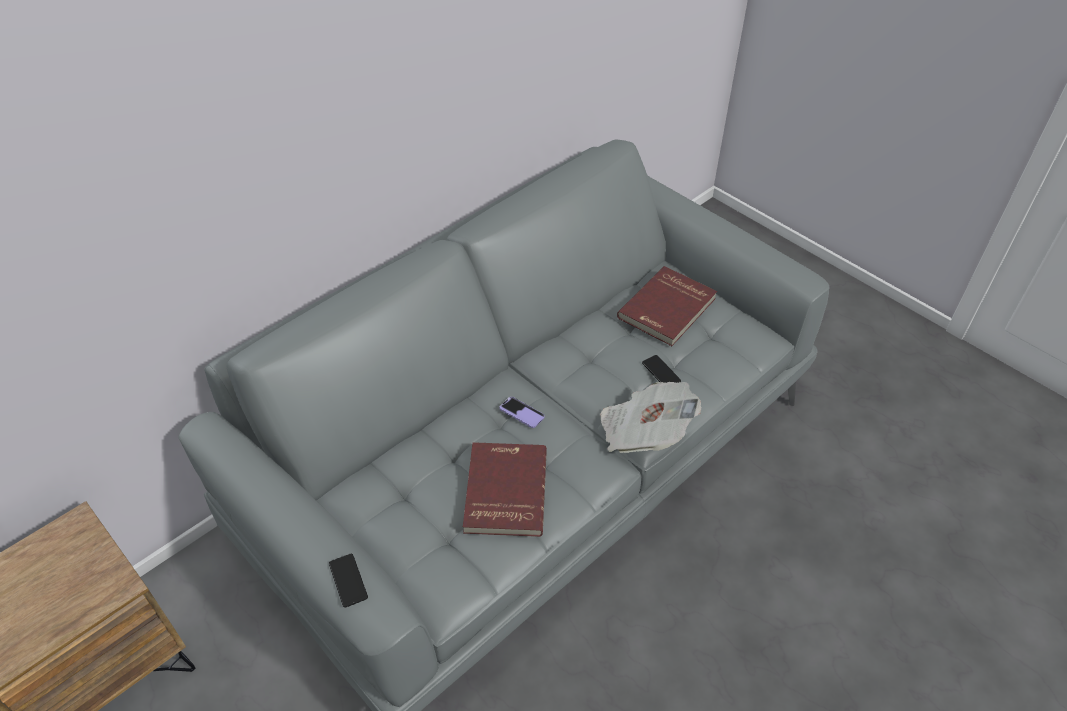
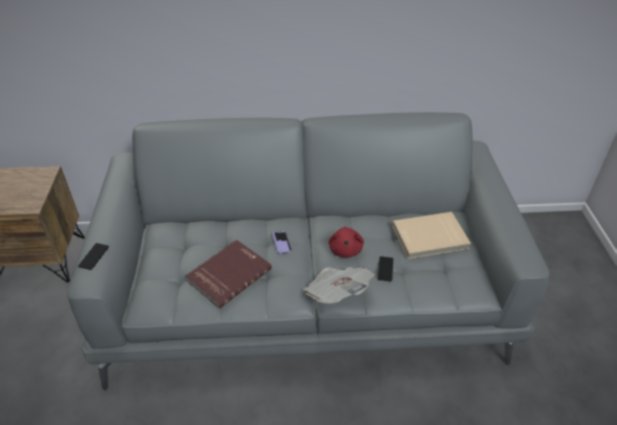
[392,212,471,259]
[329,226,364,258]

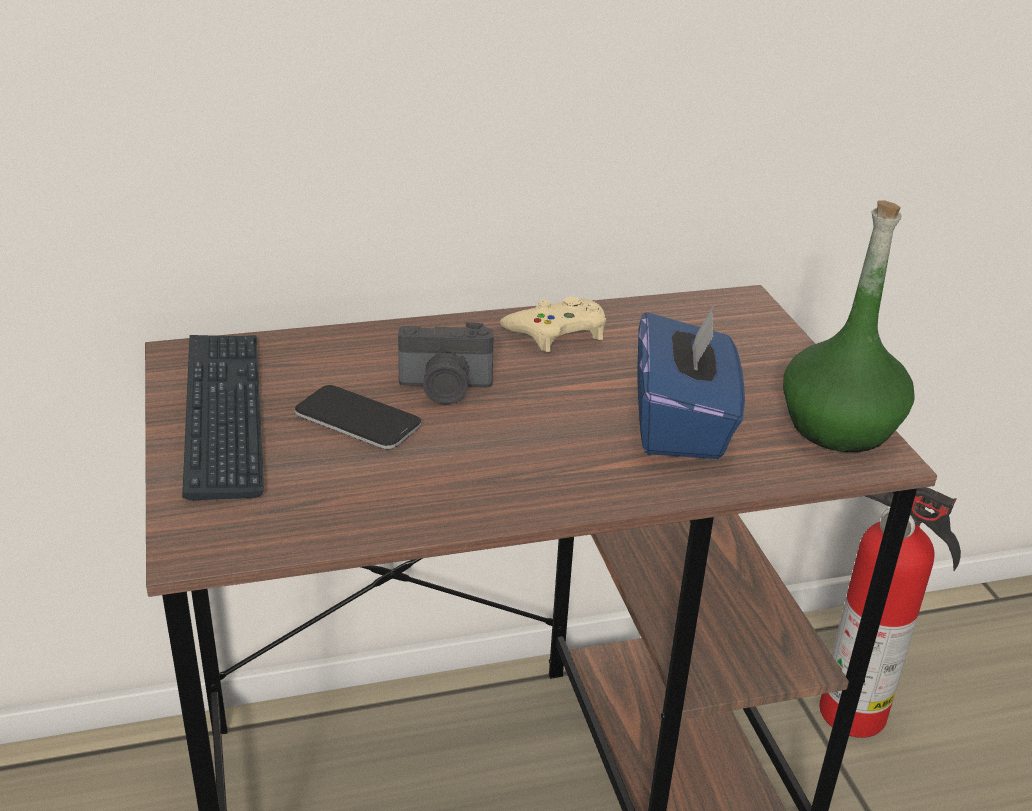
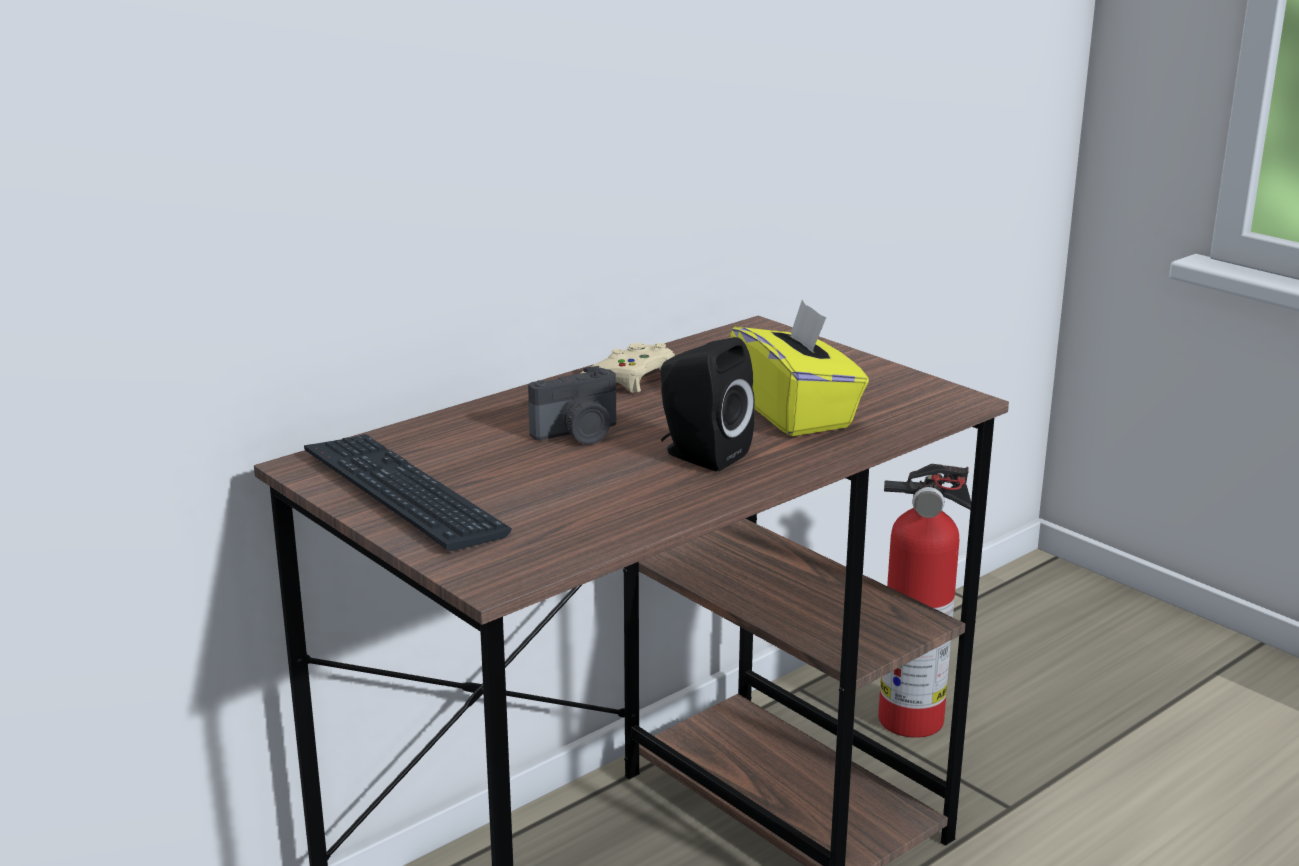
[295,385,422,449] (first image)
[730,300,869,436]
[783,200,915,452] (first image)
[661,337,755,472]

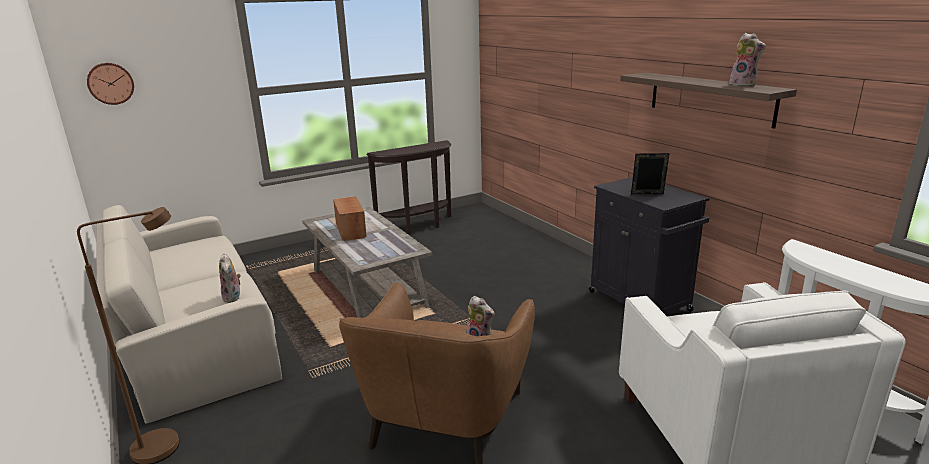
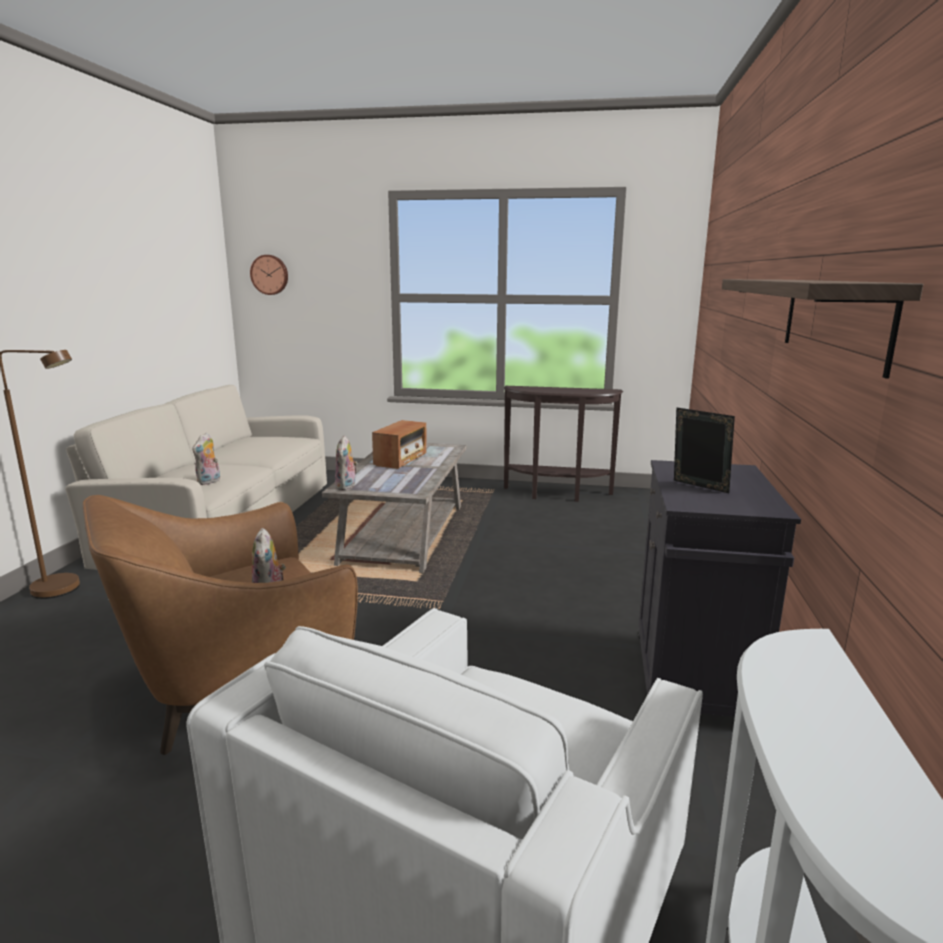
[335,436,358,490]

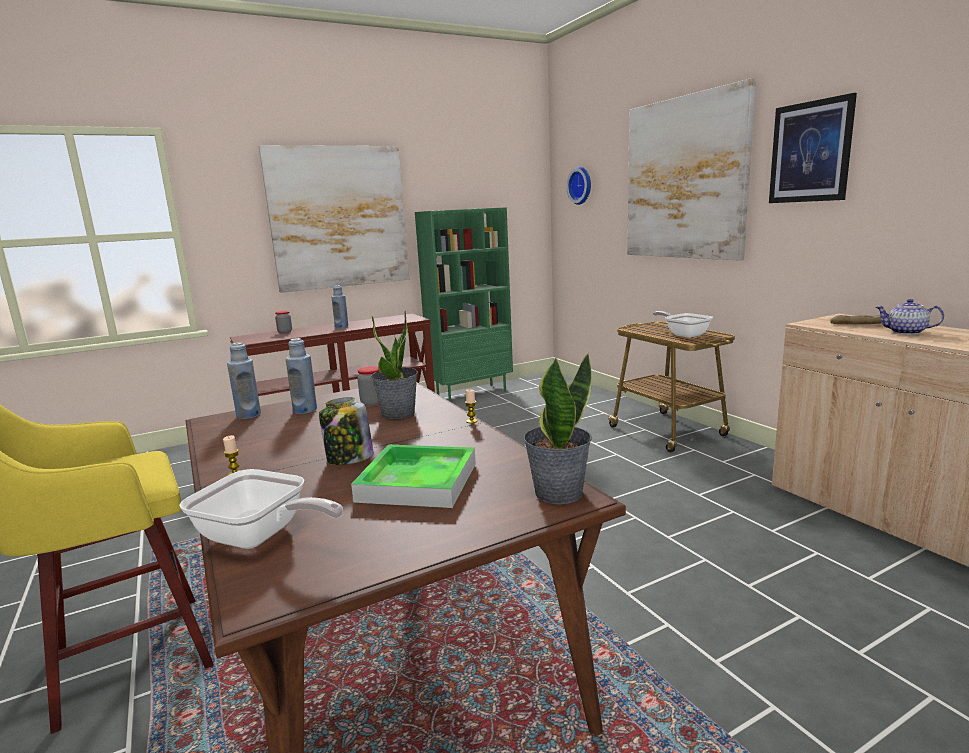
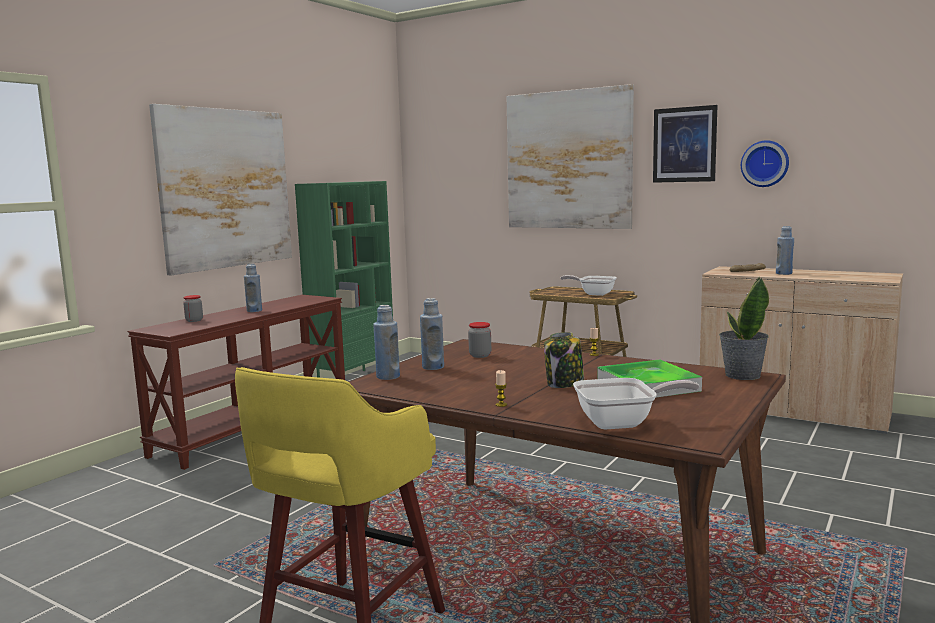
[371,311,418,419] (first image)
[741,140,789,187]
[776,226,794,275]

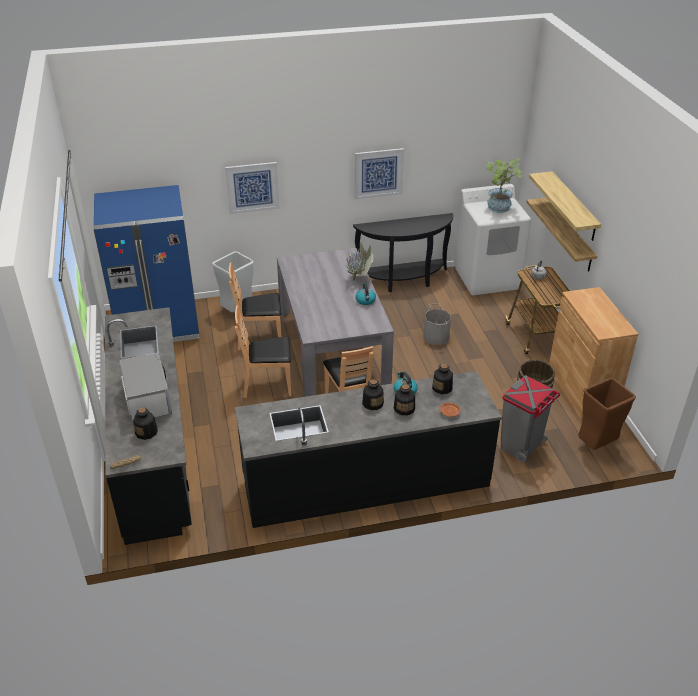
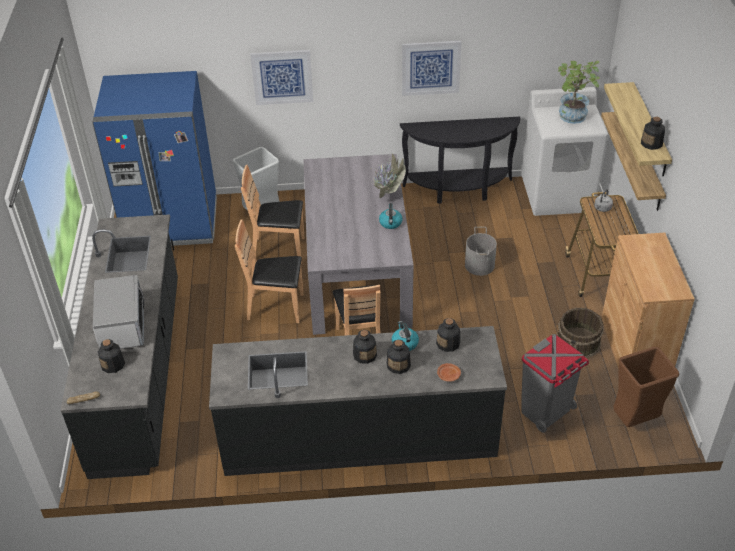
[641,117,665,150]

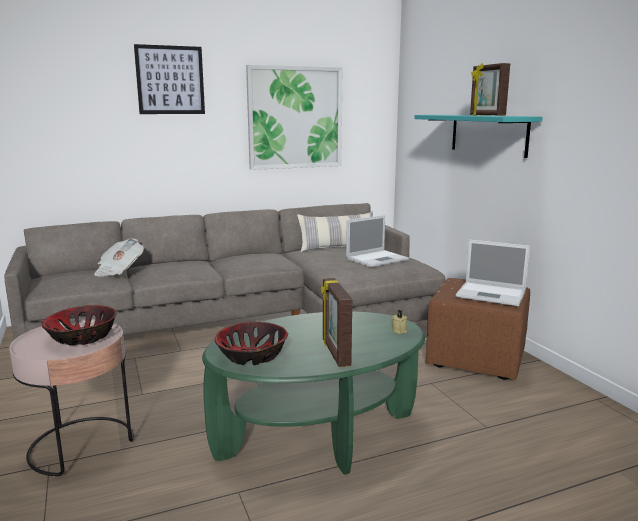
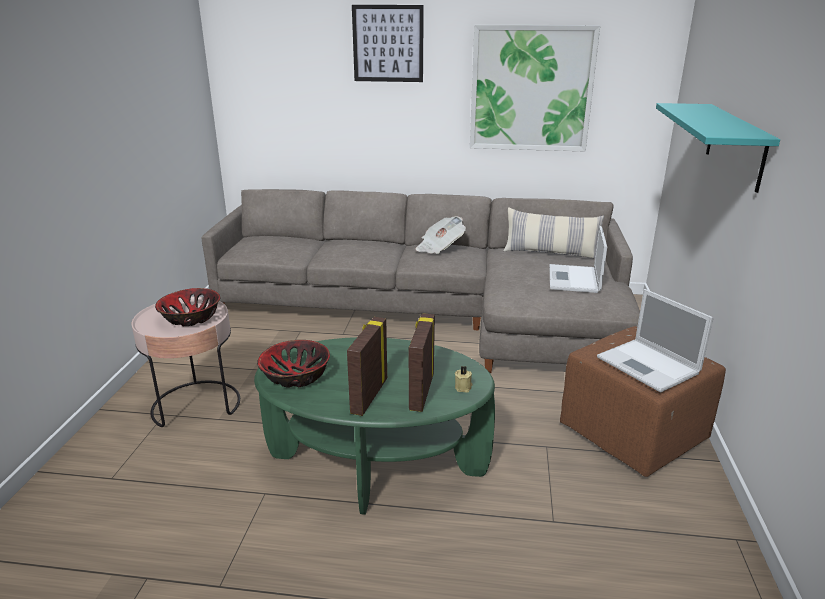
[416,216,466,254]
[549,226,607,293]
[409,313,435,412]

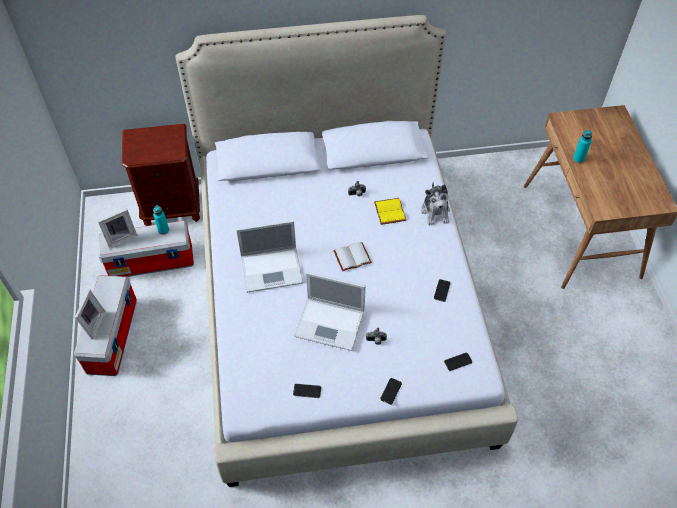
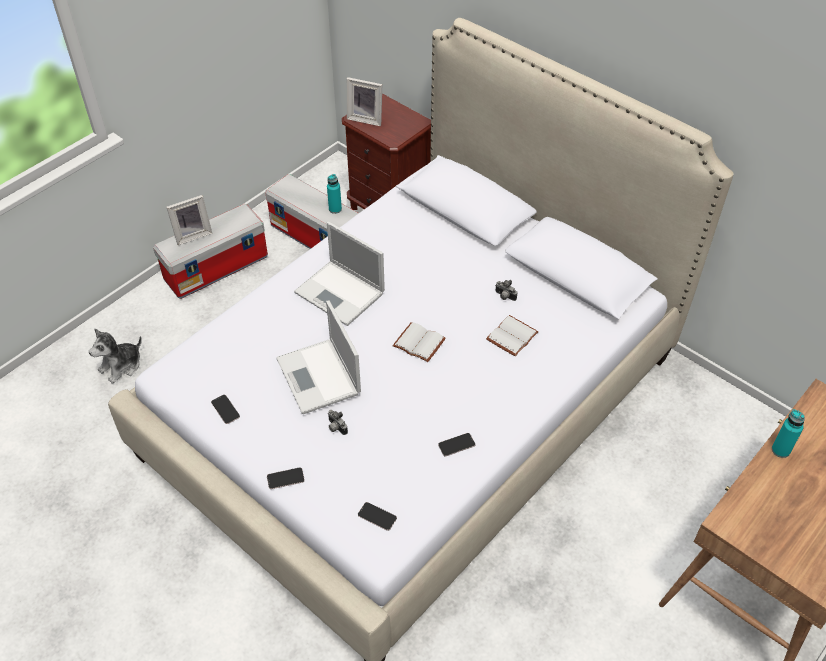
[347,77,382,126]
[486,315,538,356]
[88,329,142,384]

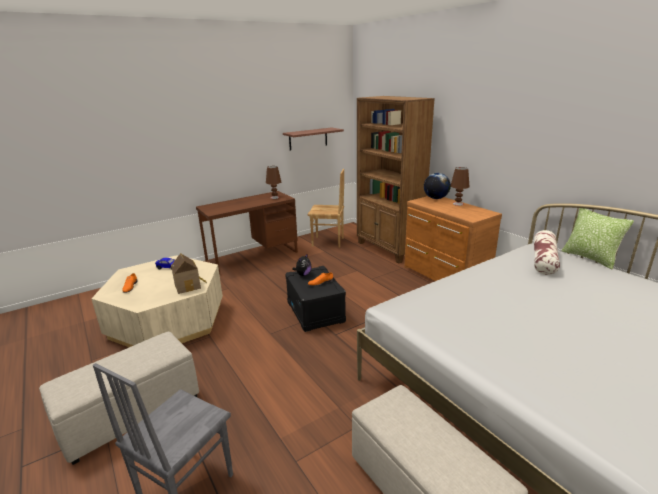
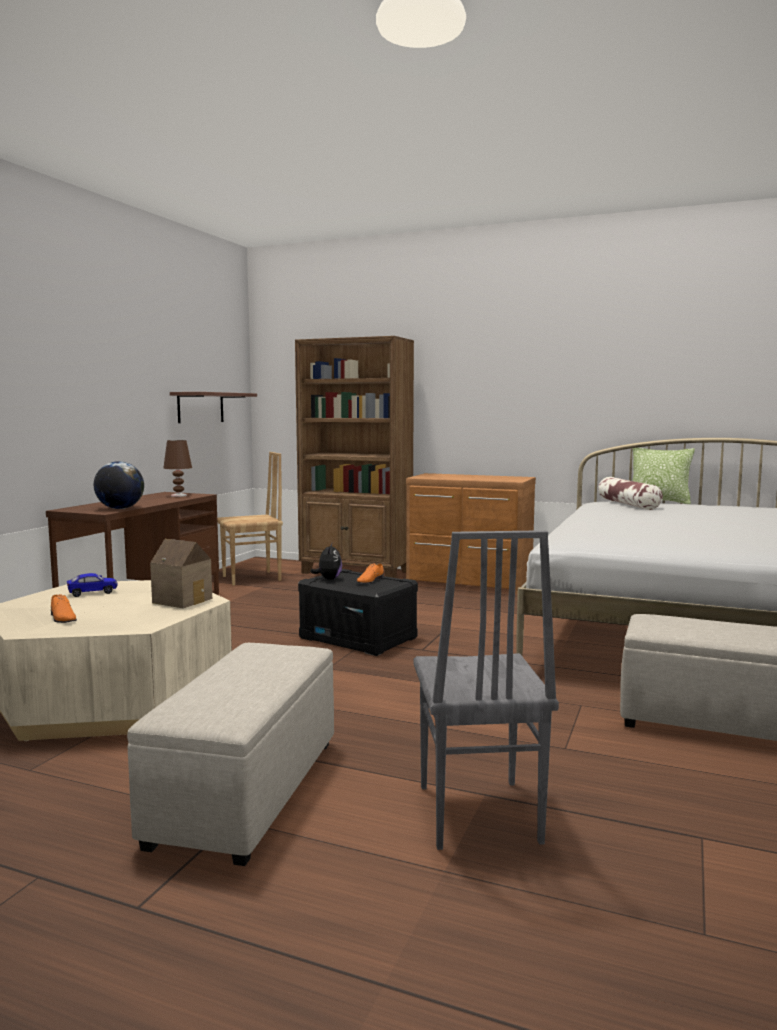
[94,461,144,509]
[451,167,470,206] (first image)

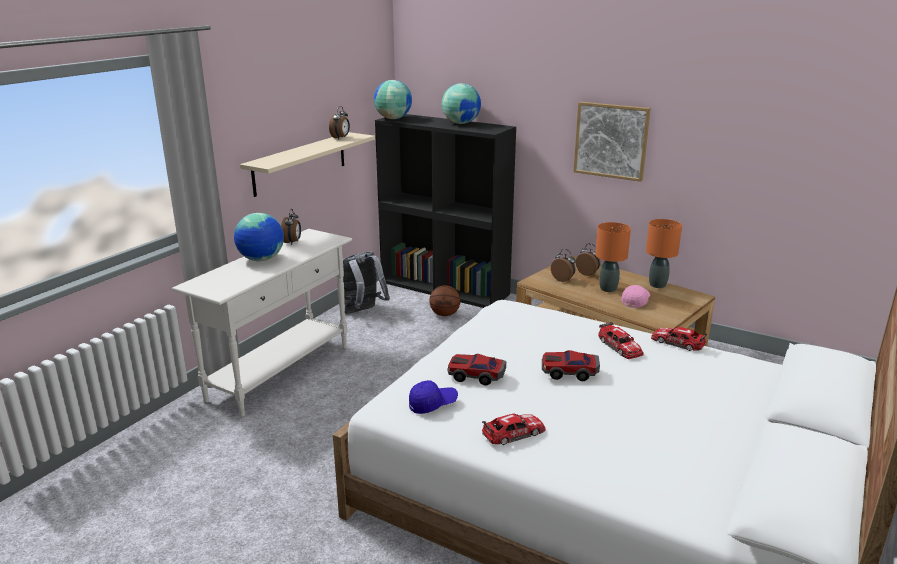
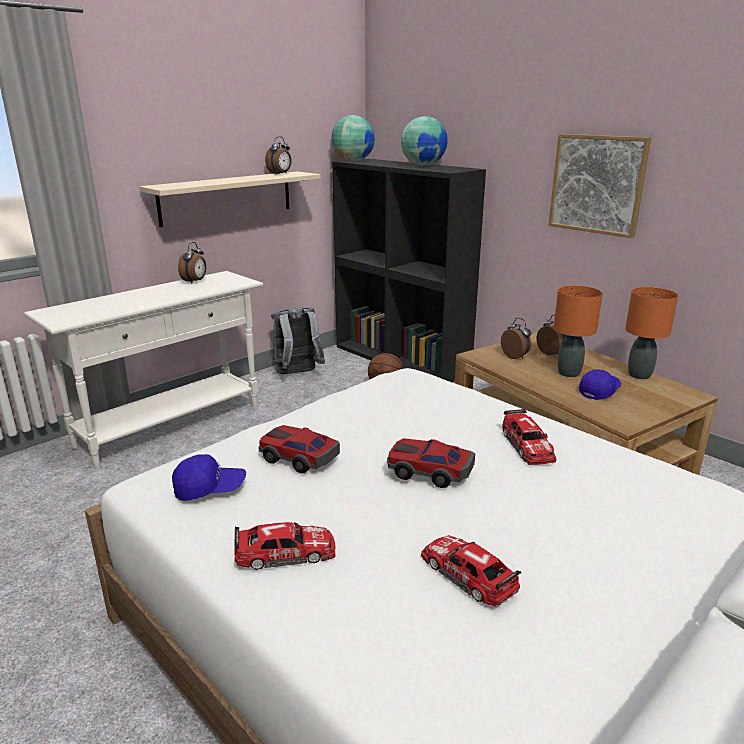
[234,213,284,261] (first image)
[579,369,621,400]
[421,535,521,606]

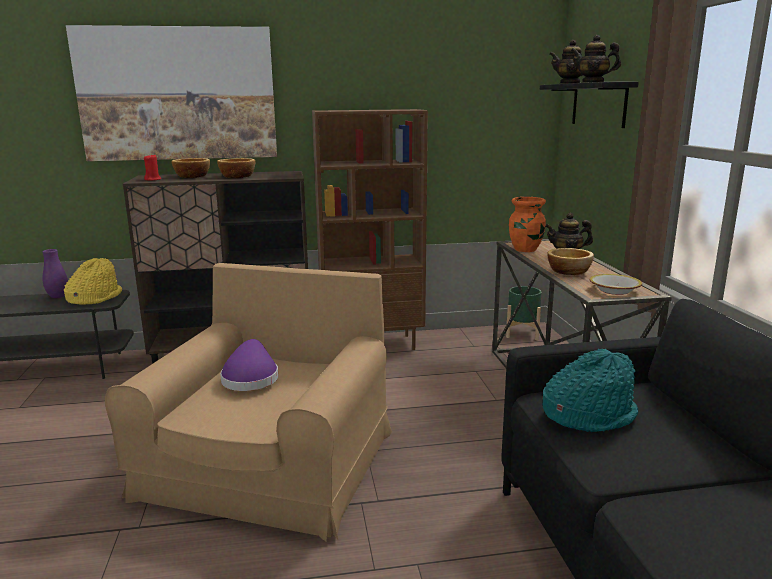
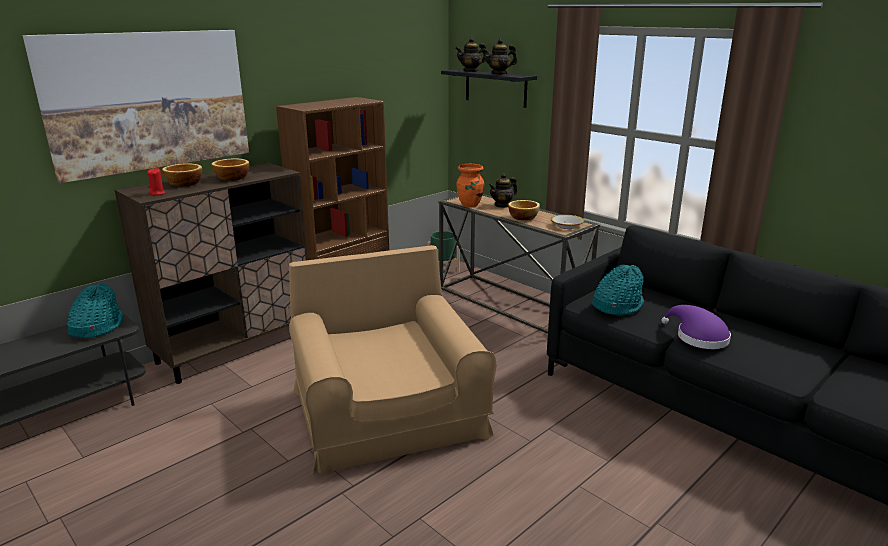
[42,249,68,298] (first image)
[67,283,124,338]
[661,305,731,349]

